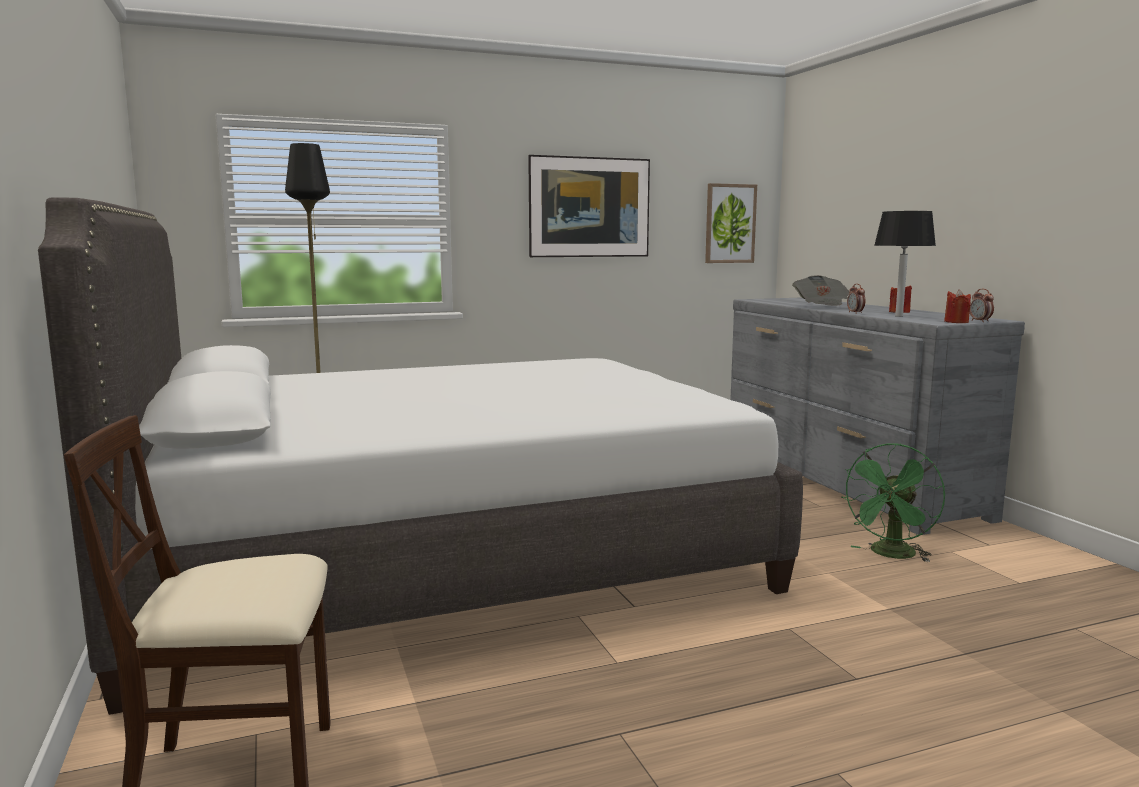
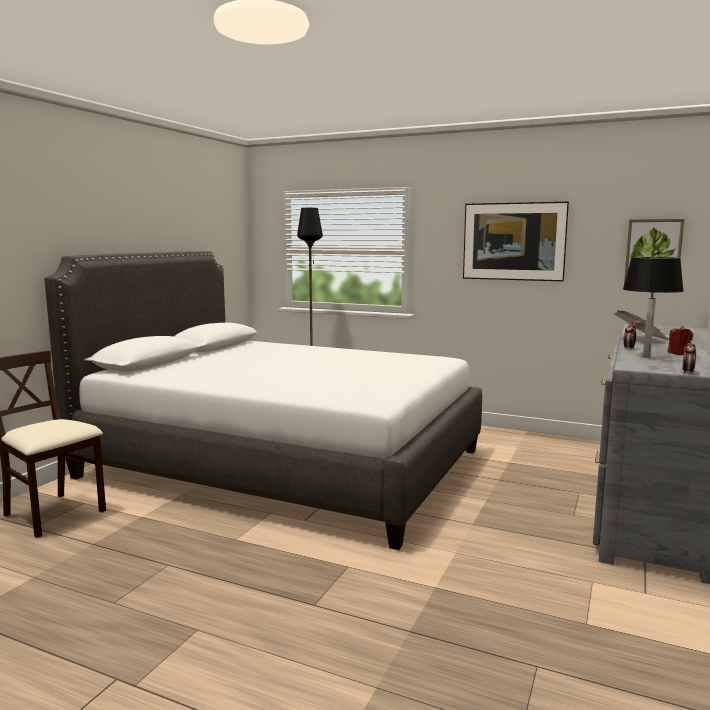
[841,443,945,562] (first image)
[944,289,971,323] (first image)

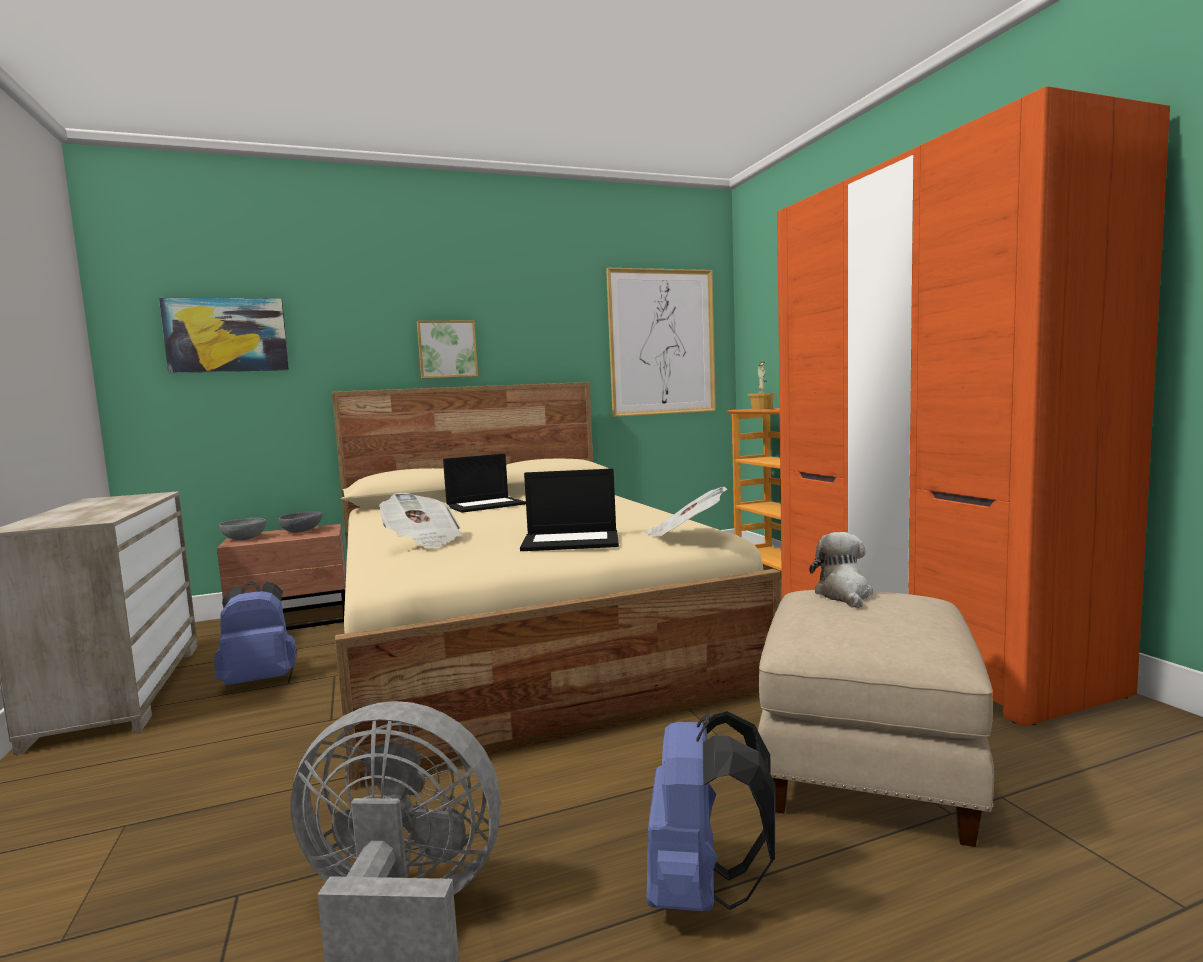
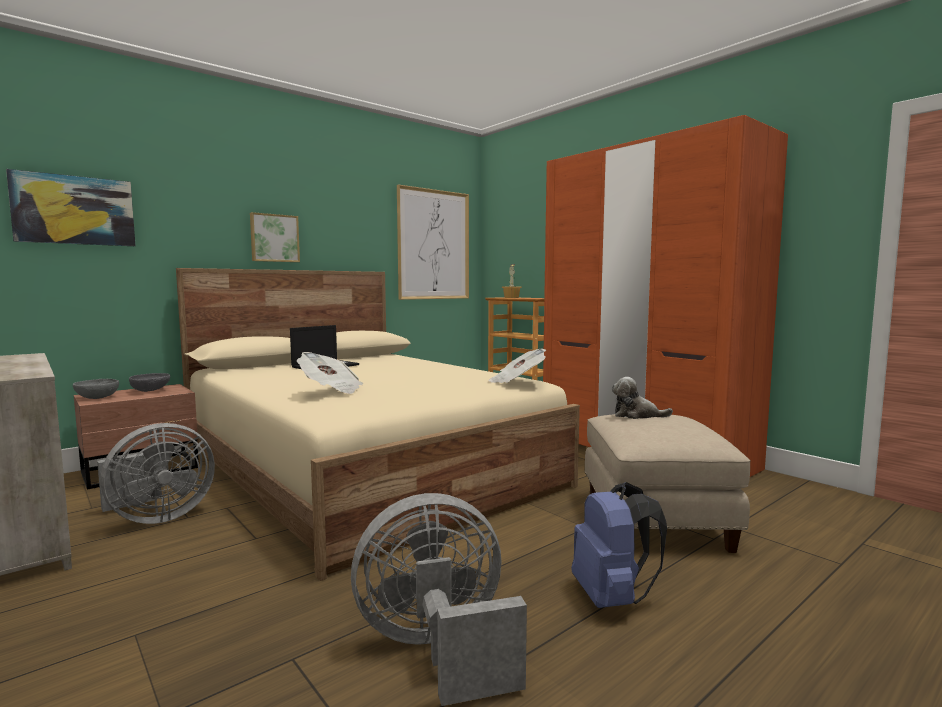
[97,423,215,524]
[520,468,619,551] (first image)
[612,377,673,419]

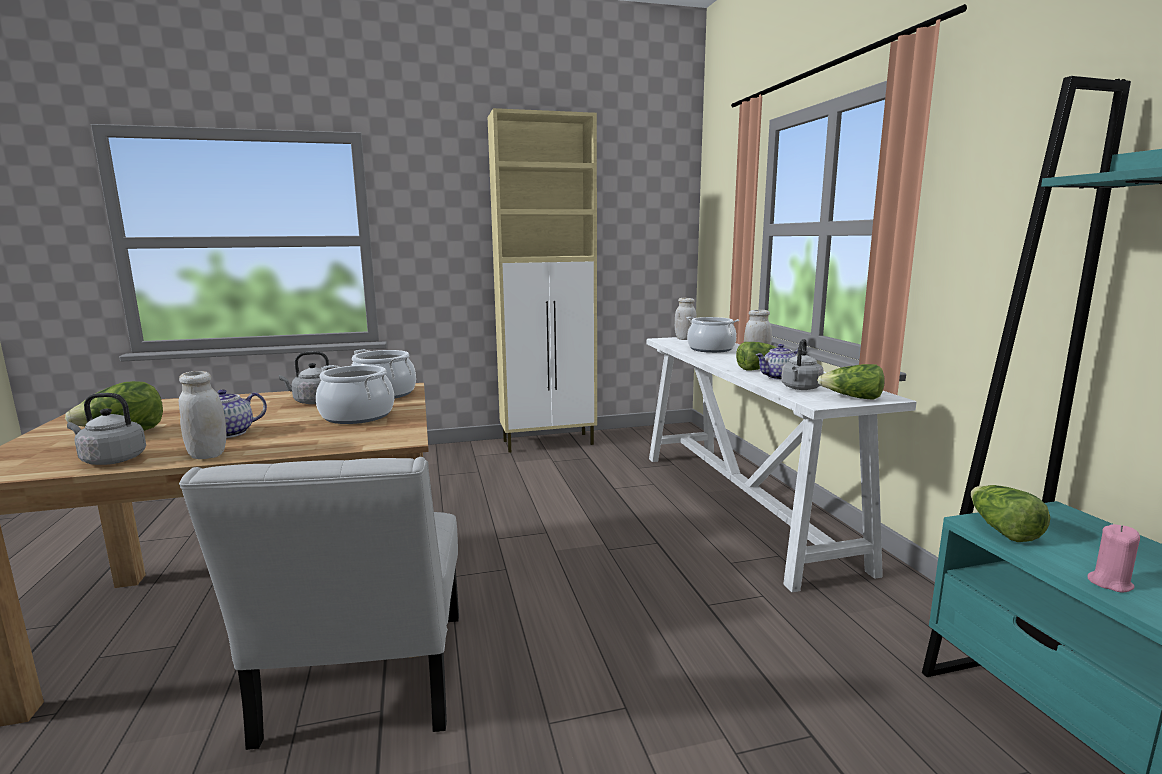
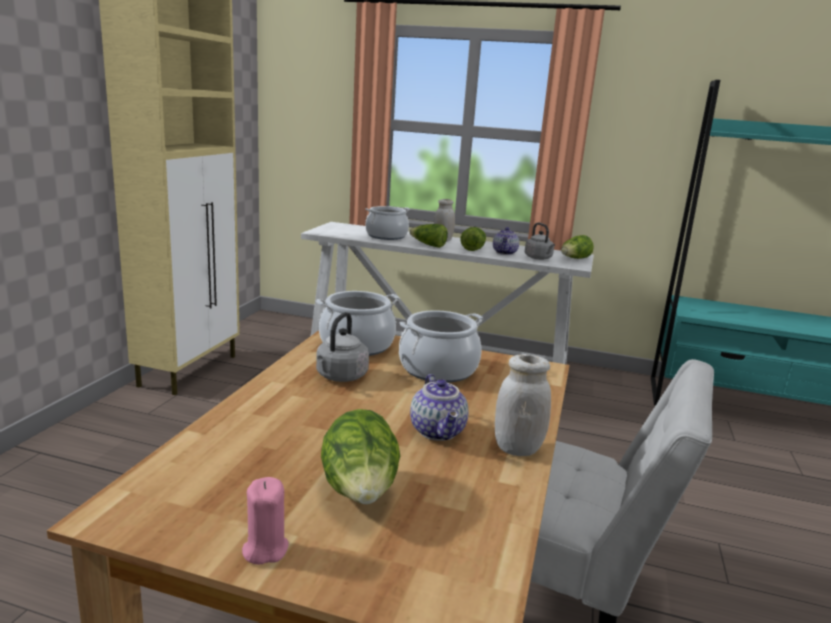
[67,393,146,465] (first image)
[675,298,697,340] (first image)
[409,224,448,248]
[242,477,289,565]

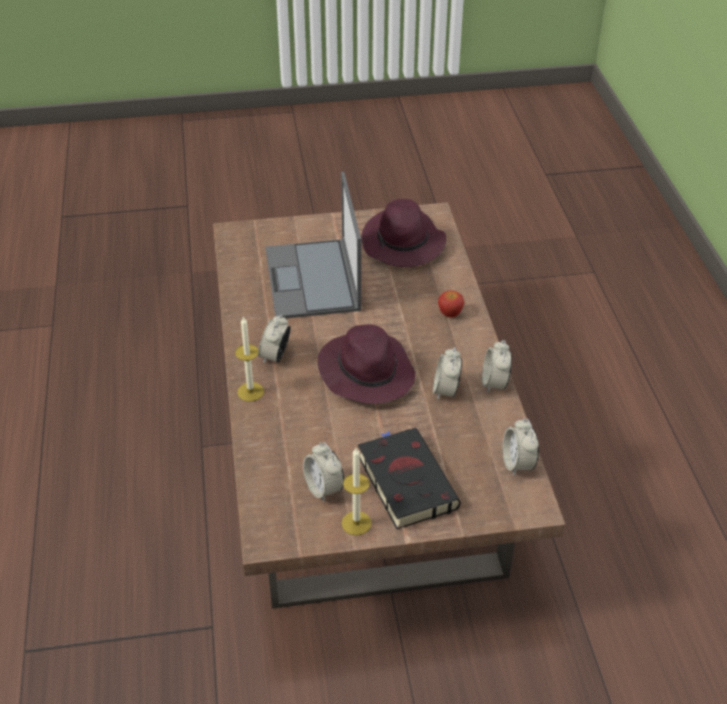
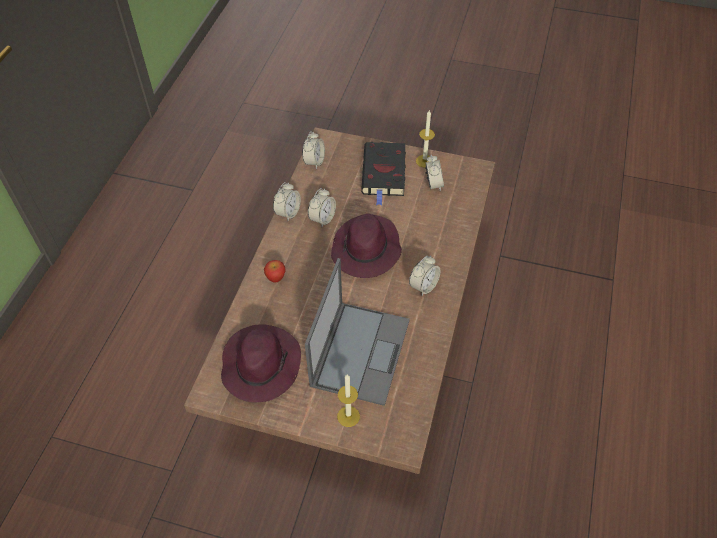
[337,375,360,427]

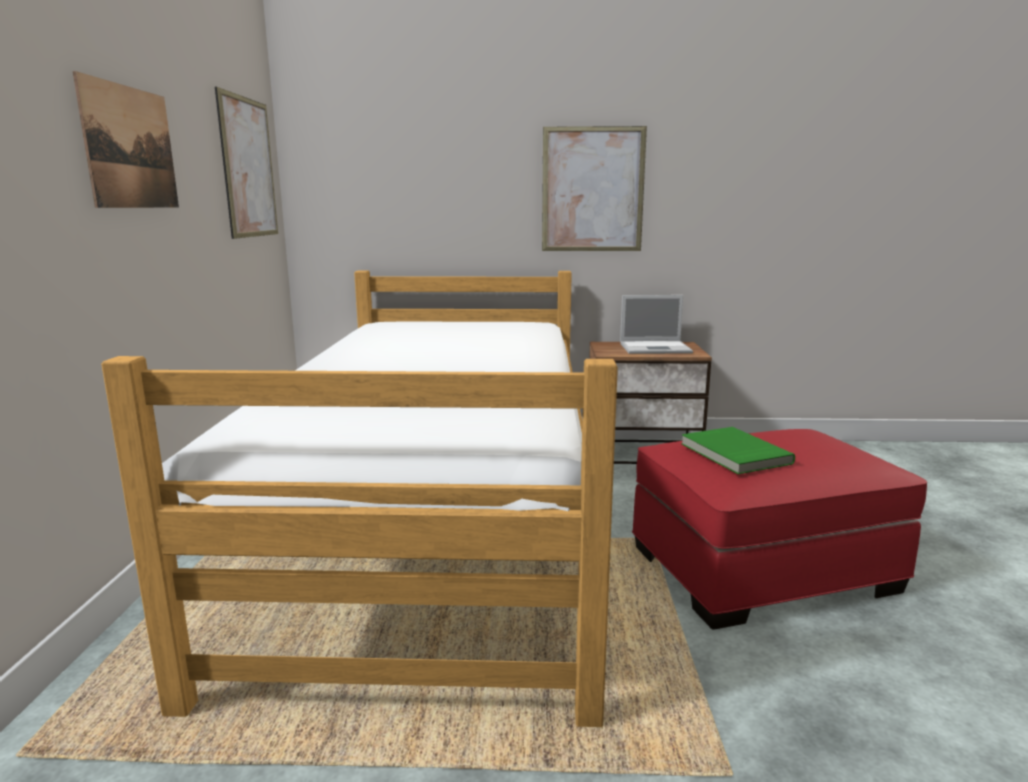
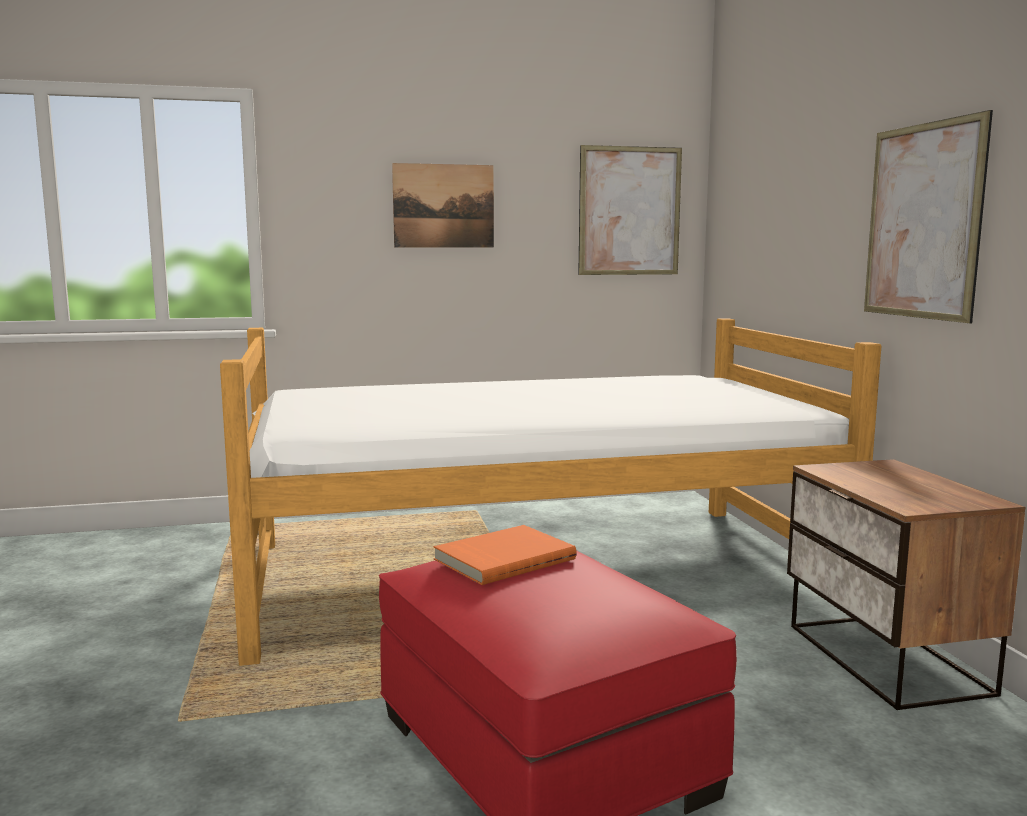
[620,295,693,354] (first image)
[434,525,577,585]

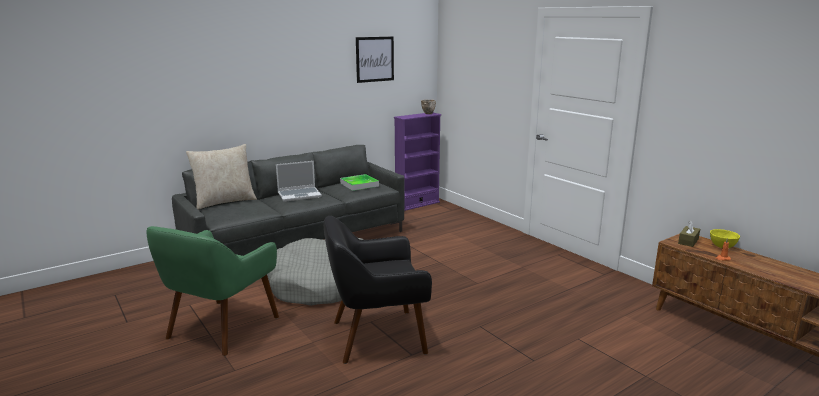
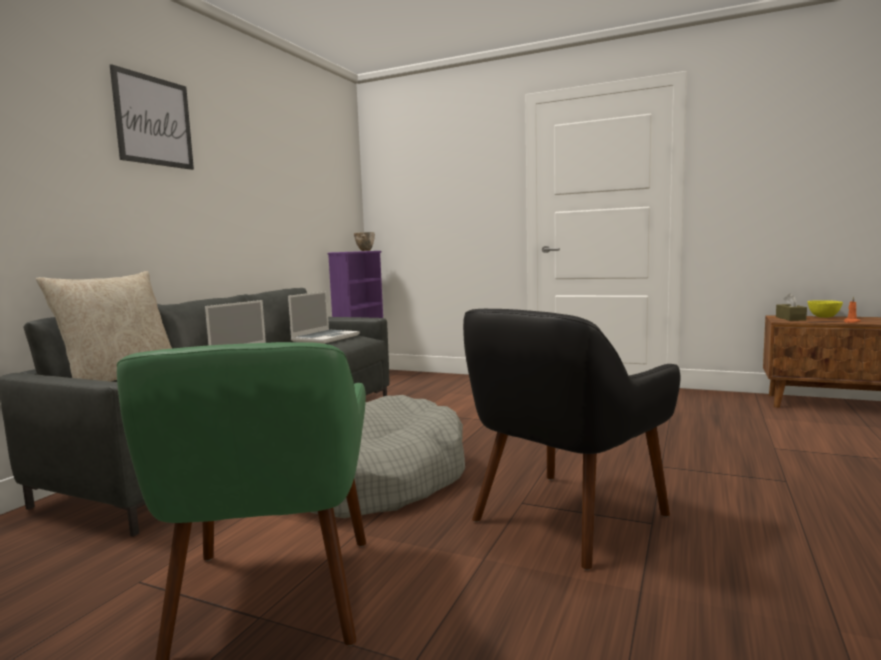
[288,291,360,344]
[110,64,194,170]

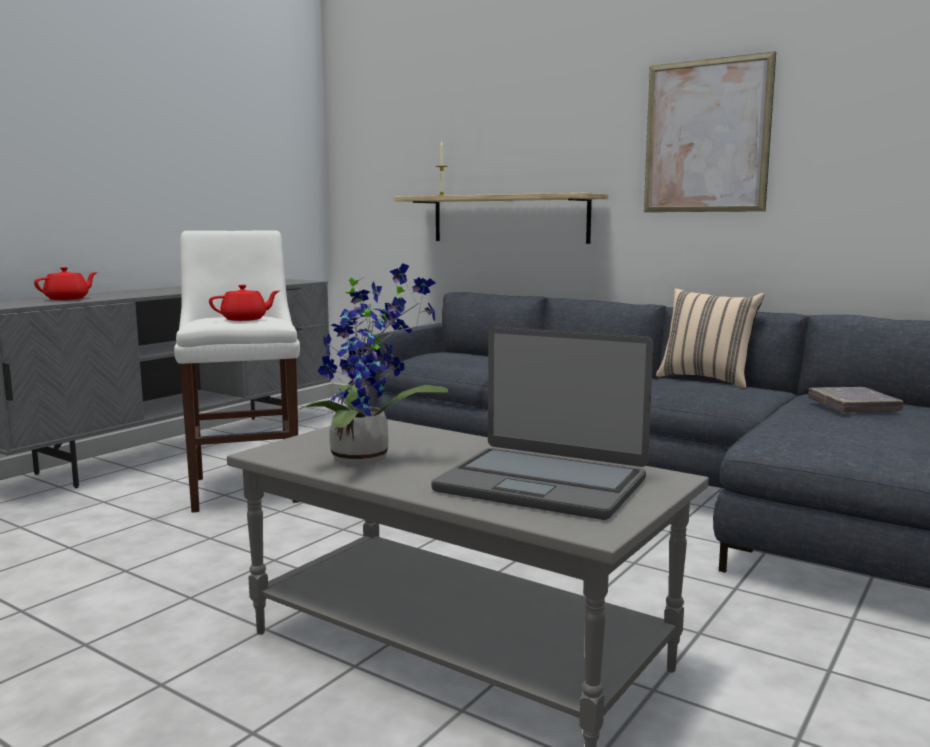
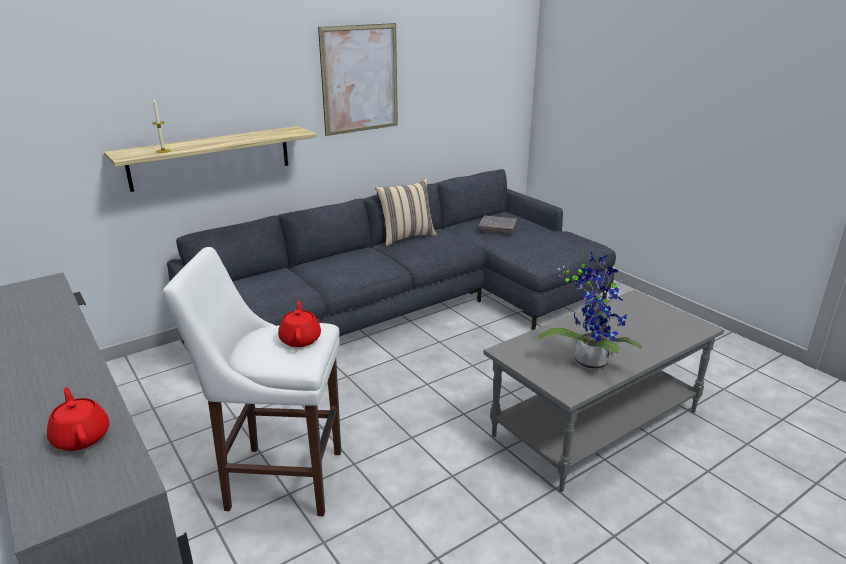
[431,327,654,520] (first image)

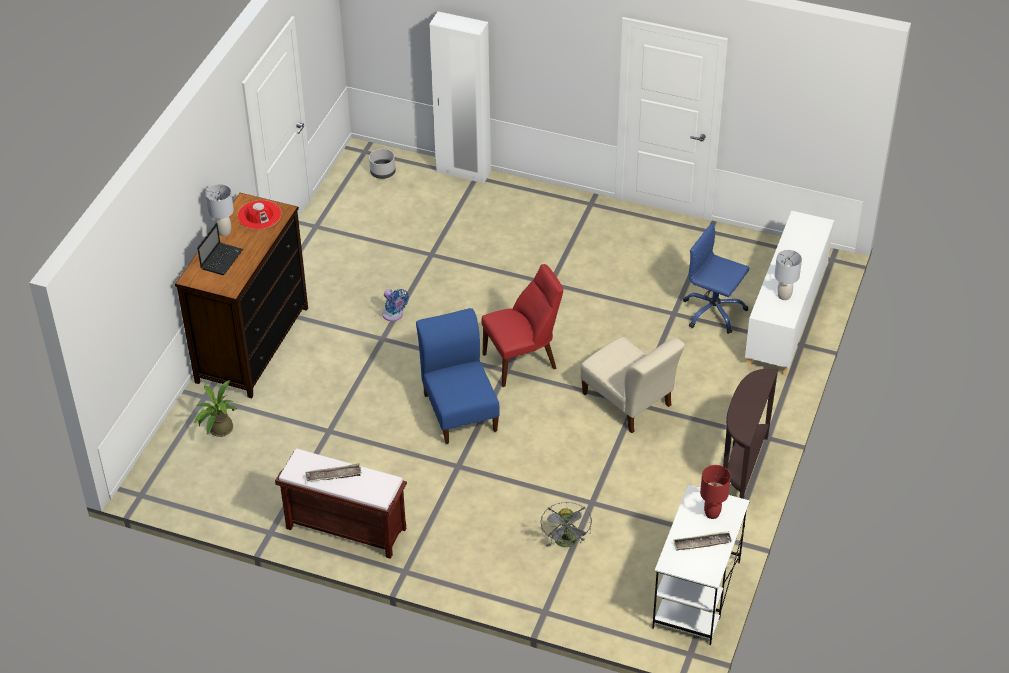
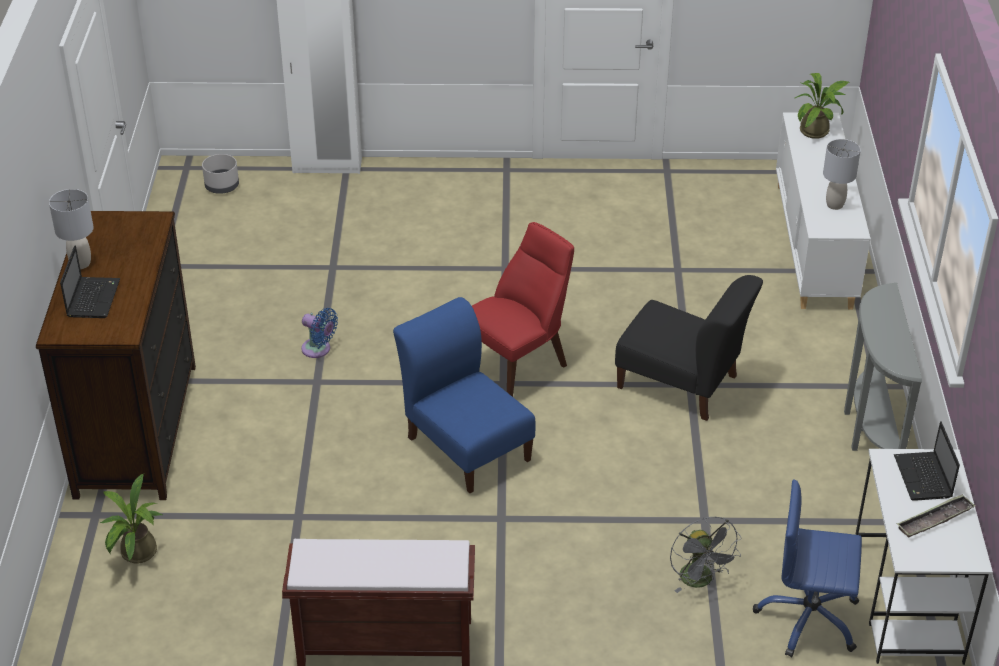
[238,200,281,229] (first image)
[305,463,362,482] (first image)
[615,275,763,421]
[753,479,862,658]
[894,421,960,501]
[844,283,922,451]
[795,73,849,139]

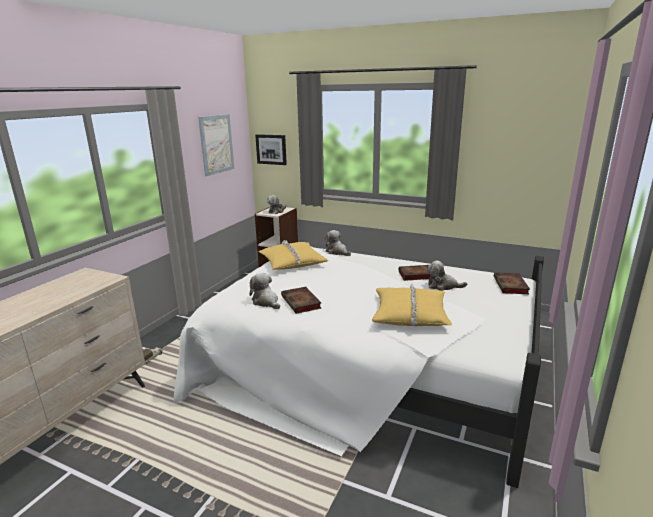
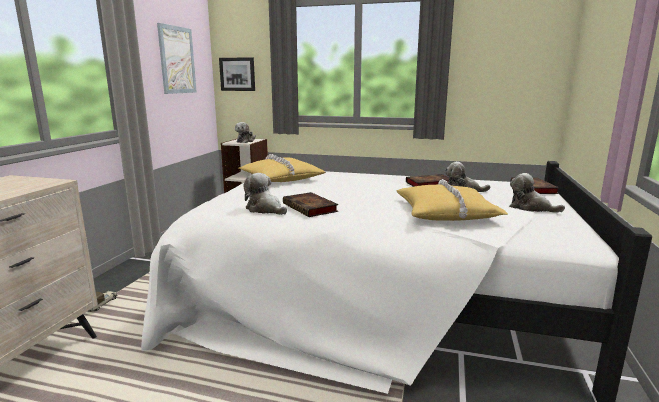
[509,173,565,212]

